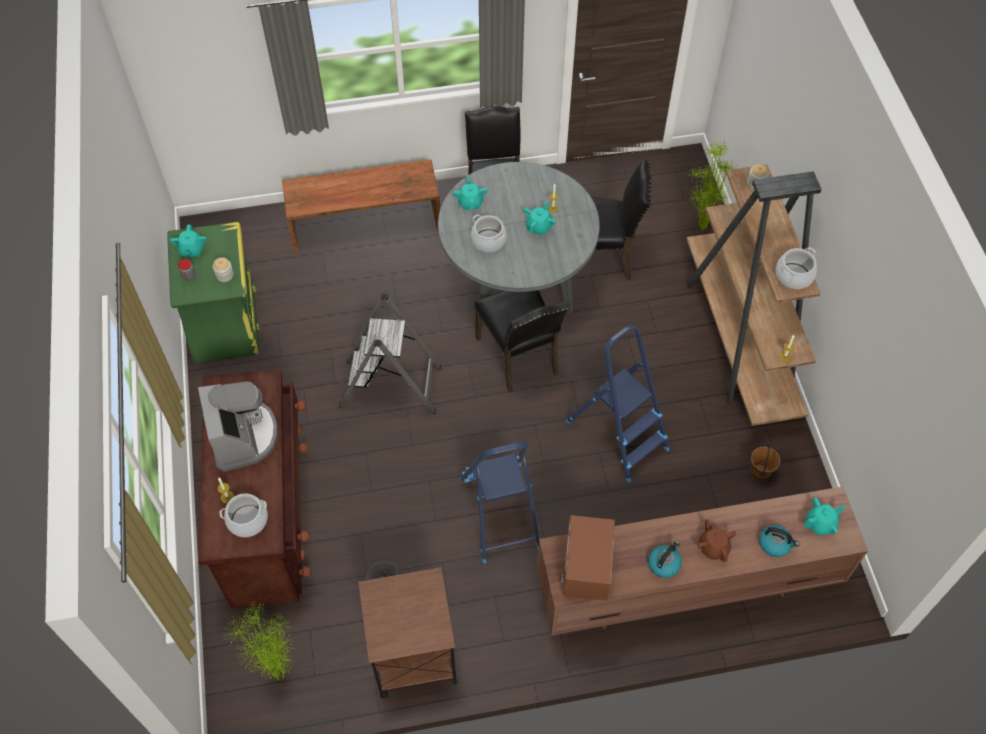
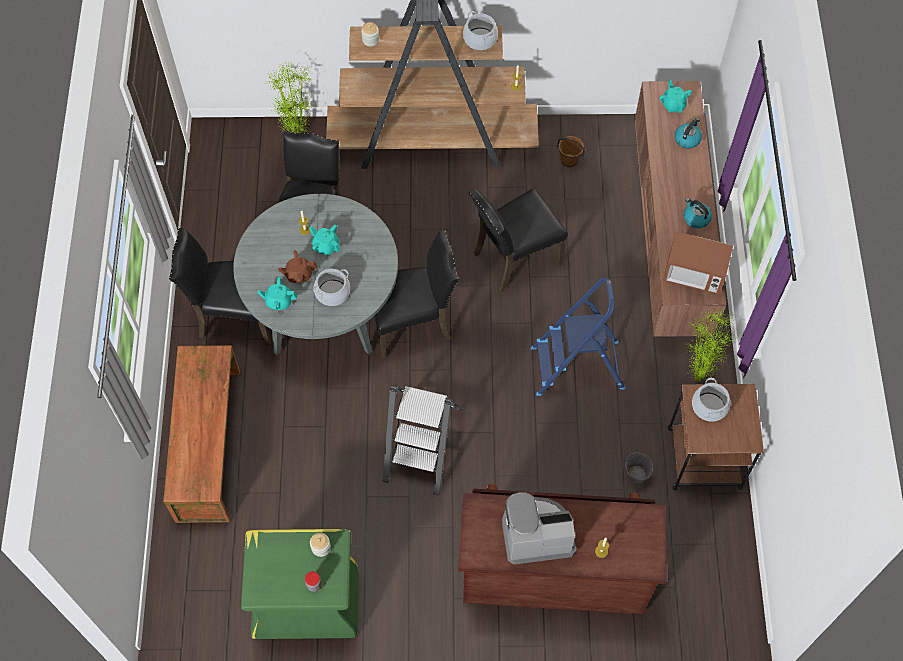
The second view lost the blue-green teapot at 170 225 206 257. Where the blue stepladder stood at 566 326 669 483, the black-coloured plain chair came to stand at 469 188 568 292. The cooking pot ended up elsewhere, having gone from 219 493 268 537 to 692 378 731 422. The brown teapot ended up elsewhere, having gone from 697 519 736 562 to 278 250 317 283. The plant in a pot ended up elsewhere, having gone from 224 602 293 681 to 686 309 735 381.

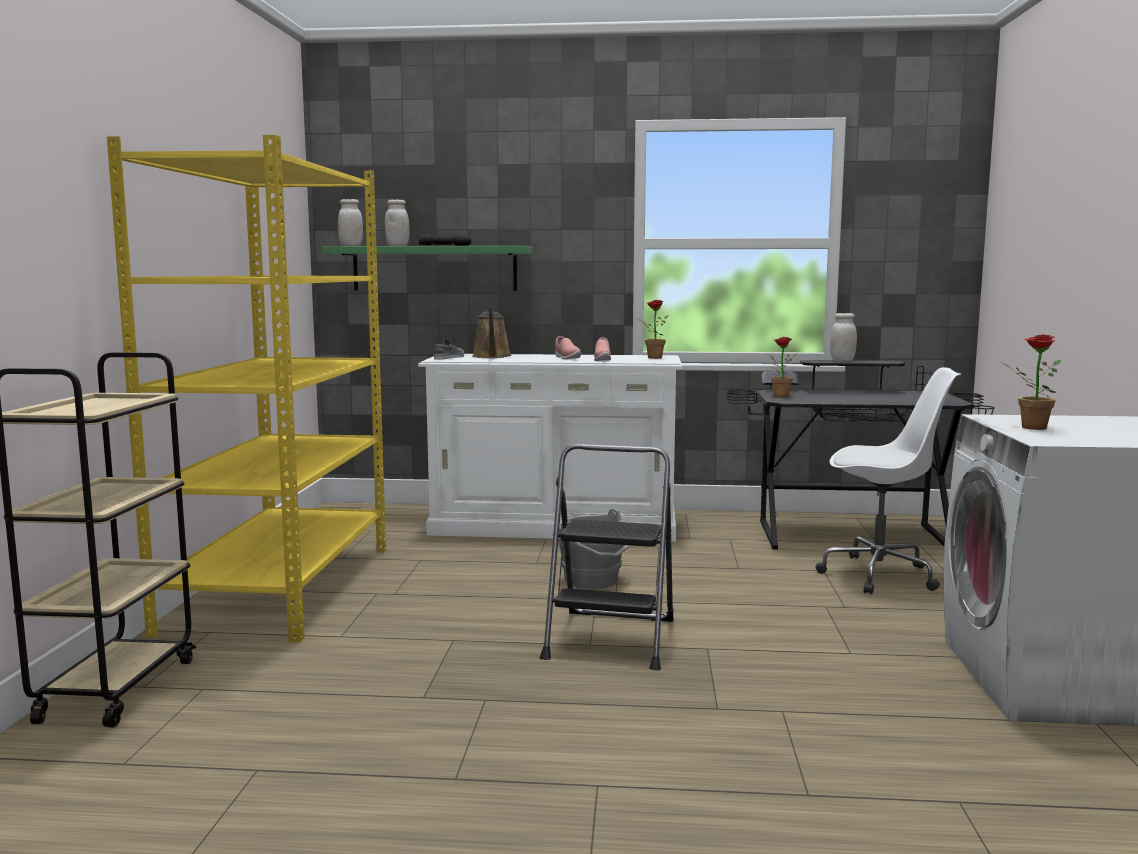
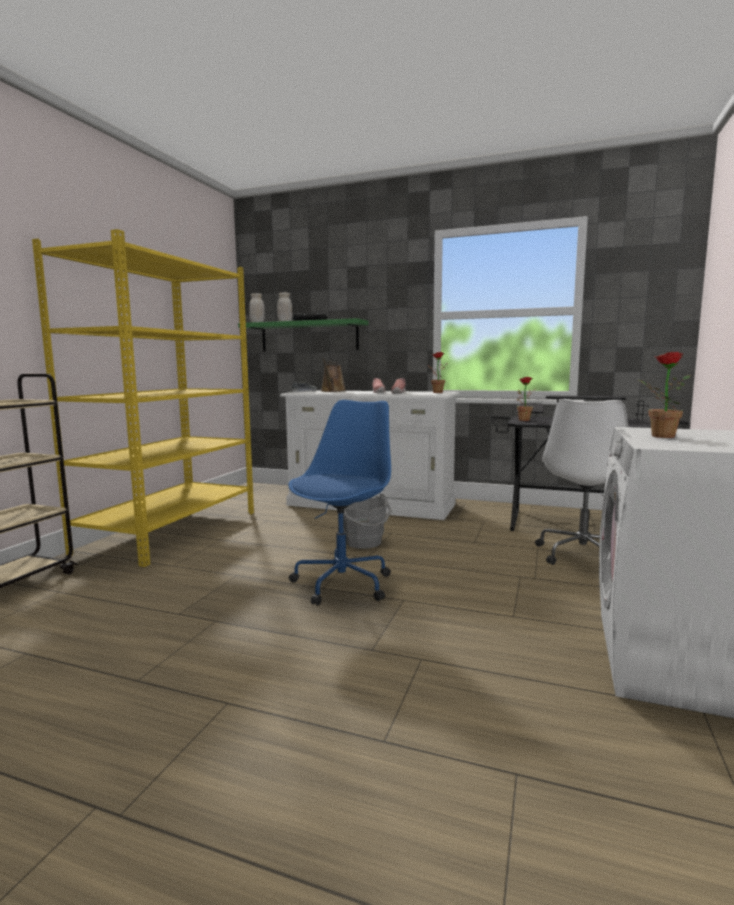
The second view lost the white jar at 830 313 857 361. The white office chair at 815 367 961 594 ended up facing another way, 90 degrees clockwise from before. Where the black-coloured stepladder stood at 540 444 674 670, the blue office chair came to stand at 289 400 391 605.

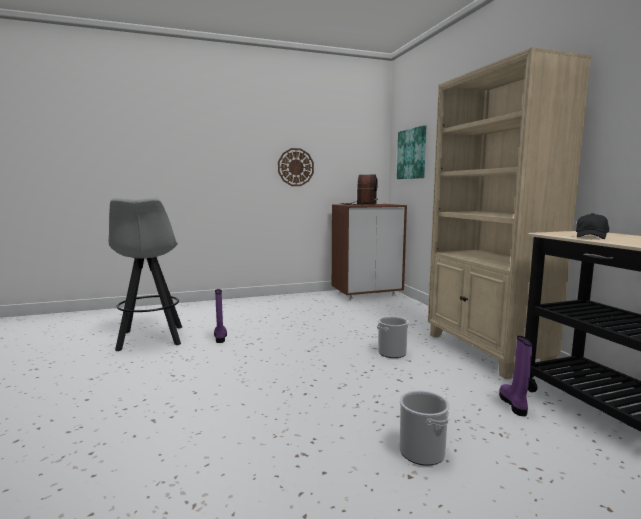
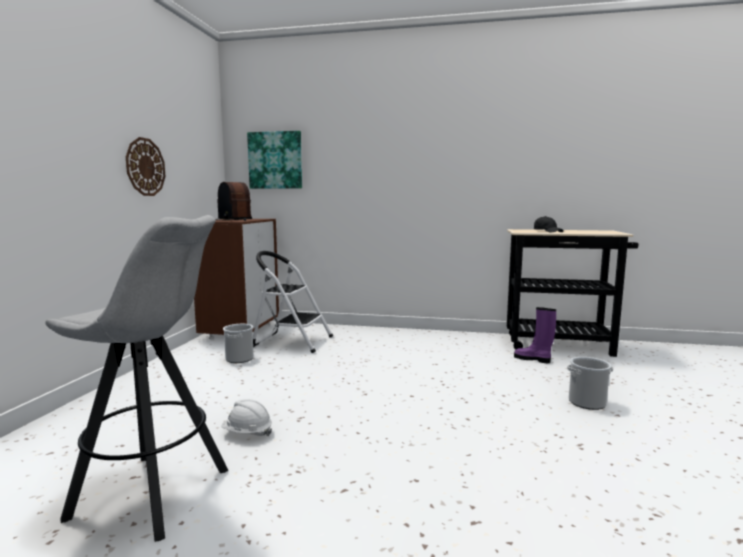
The second view lost the beige-coloured shelving unit at 428 47 592 379. Where the purplish tall boot stood at 214 289 227 343, the white safety helmet came to stand at 221 399 272 436. The bucket ended up elsewhere, having gone from 377 316 409 358 to 223 324 254 363. The second view gained the stepladder at 253 251 333 353.

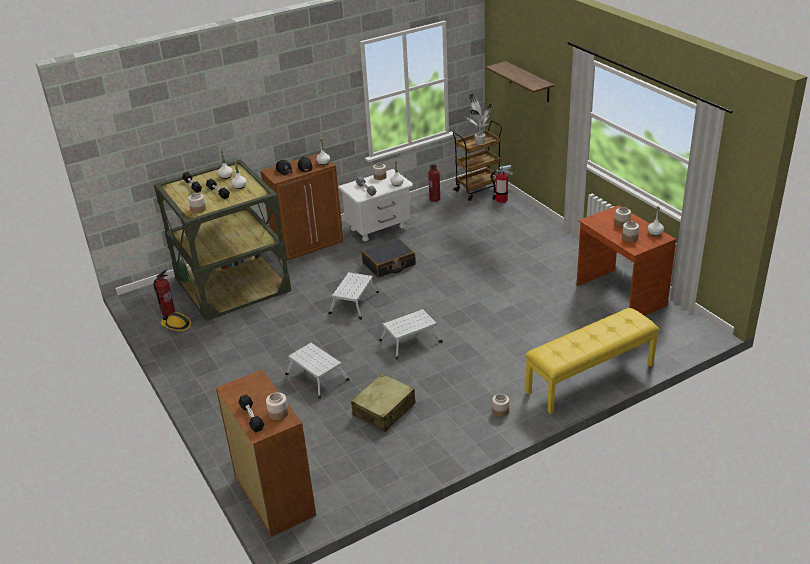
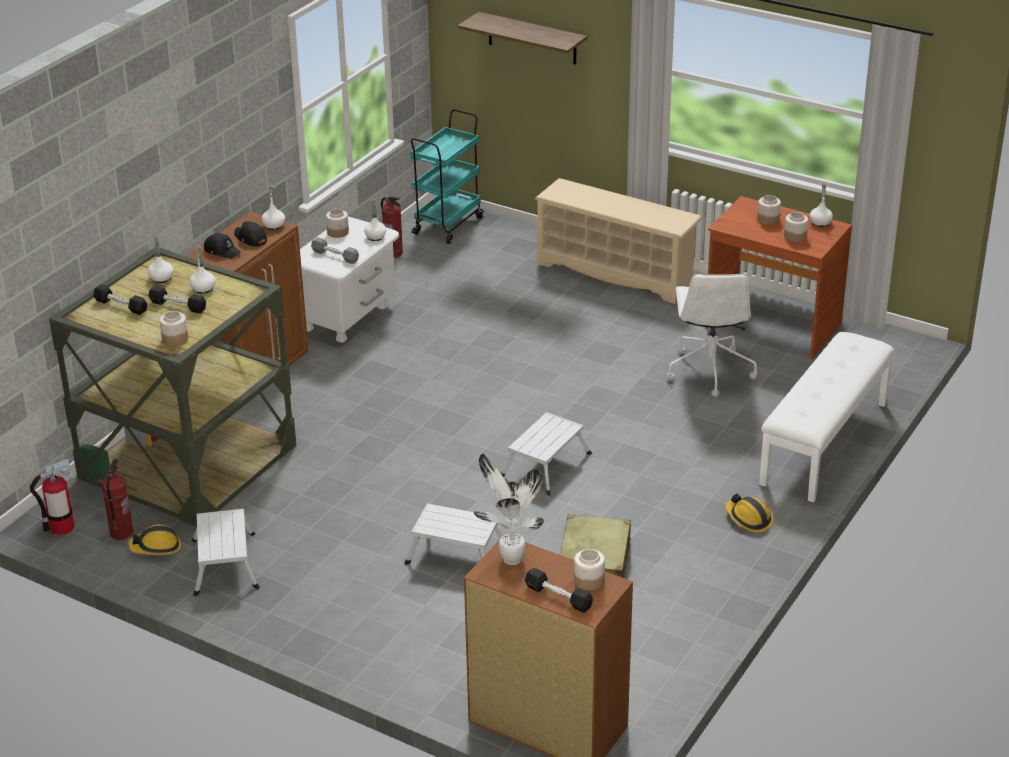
The plant in a pot ended up elsewhere, having gone from 464 93 492 145 to 473 453 544 565. What was the brown trolley at 453 121 502 201 turned into the blue-green trolley at 411 109 485 244. The fire extinguisher ended up elsewhere, having gone from 490 165 513 203 to 30 458 76 535. The second view lost the black-coloured suitcase at 361 238 416 278. The white stepladder ended up elsewhere, having gone from 328 272 379 320 to 192 509 260 597. What was the yellow indoor bench at 525 308 659 414 turned into the white indoor bench at 759 332 895 503. Where the jar stood at 492 394 509 417, the safety helmet came to stand at 725 494 773 532. The second view gained the beige-coloured shoe rack at 535 178 703 304. The second view gained the white office chair at 667 274 758 397.

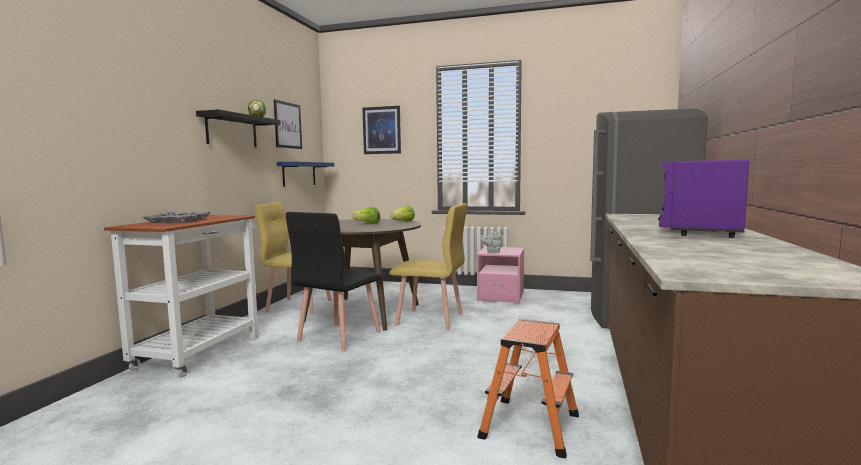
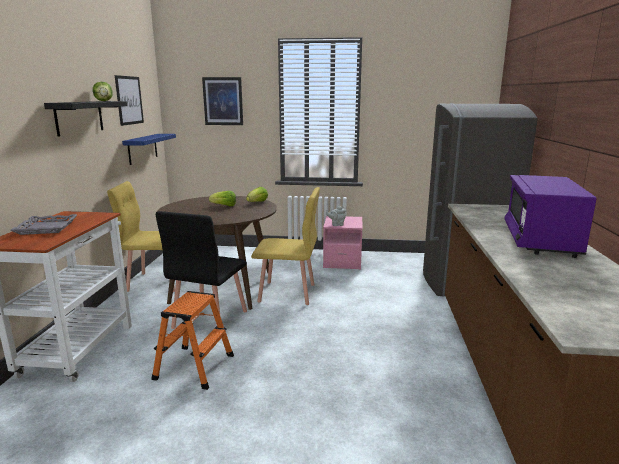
The orange-coloured stepladder ended up elsewhere, having gone from 477 319 579 458 to 151 291 234 390.

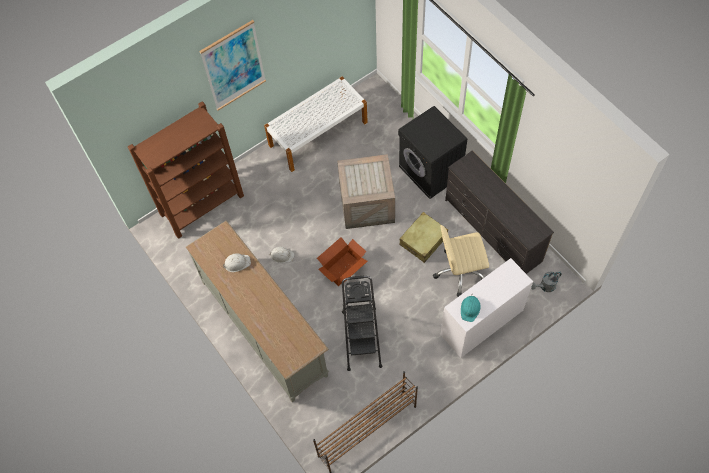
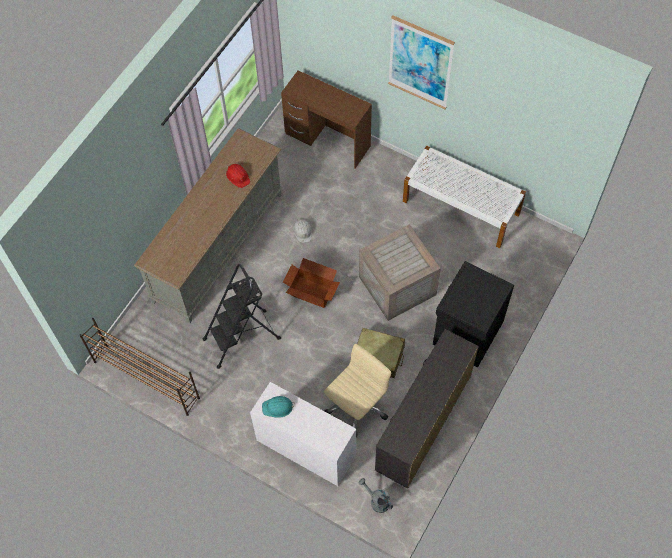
Where the brown shelving unit stood at 128 101 244 239, the brown desk unit came to stand at 281 70 372 168. The beige-coloured office chair at 433 225 489 297 ended up facing another way, 75 degrees clockwise from before. What was the white safety helmet at 223 253 251 272 turned into the red safety helmet at 226 164 250 188.

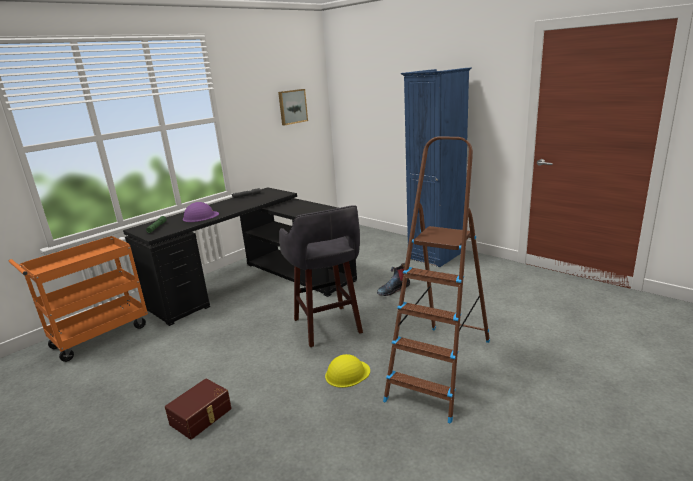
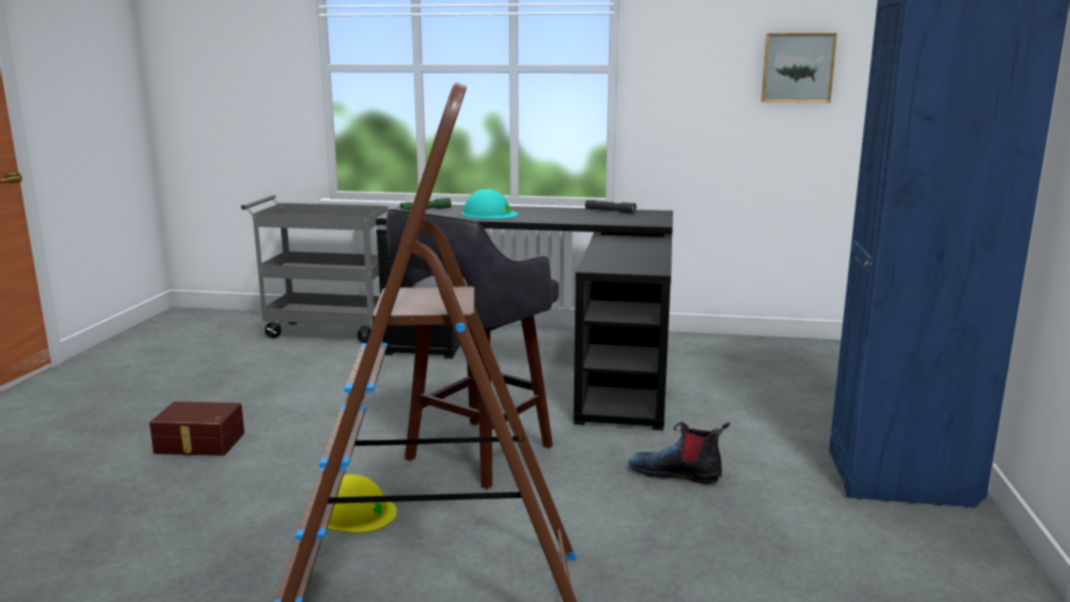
What was the purplish safety helmet at 183 202 219 222 turned into the blue-green safety helmet at 461 189 518 219. What was the orange-coloured trolley at 9 236 148 362 turned into the greyish trolley at 241 194 388 343.

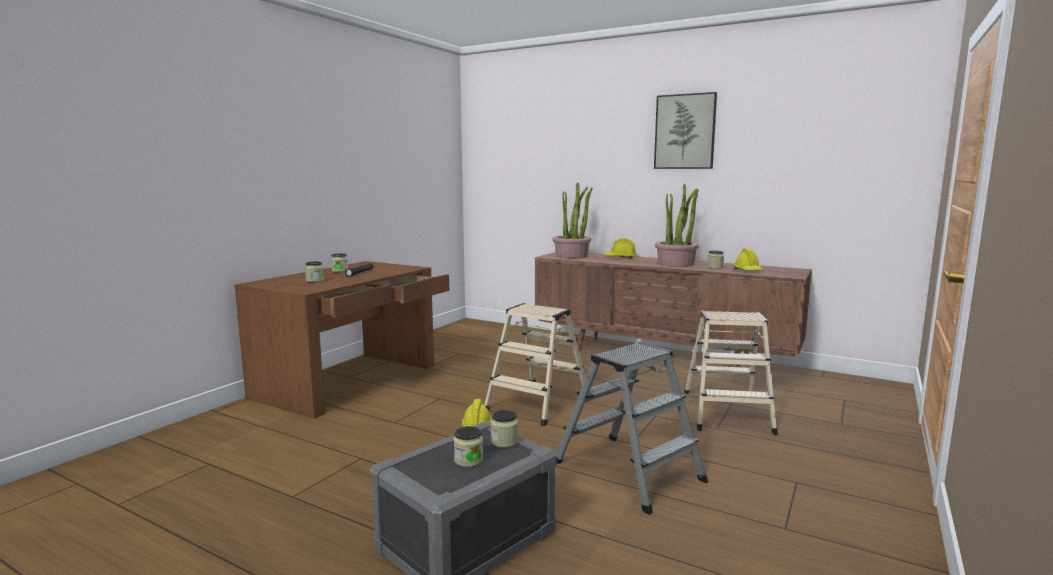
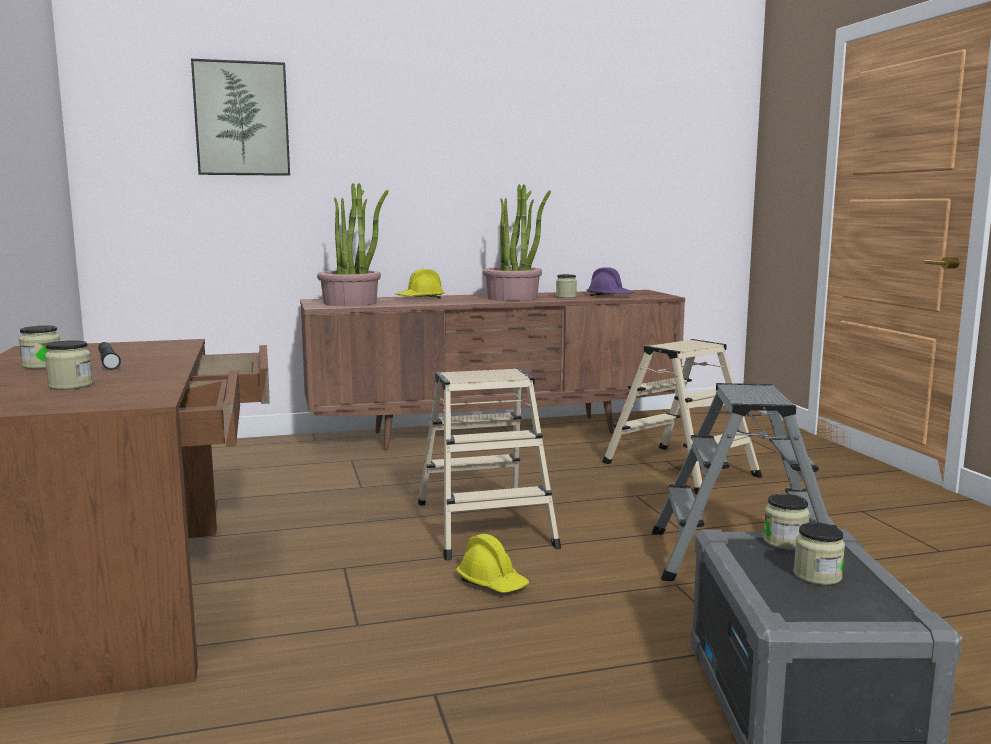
The wall art ended up elsewhere, having gone from 654 92 717 169 to 191 59 290 176. What was the yellow safety helmet at 733 248 763 271 turned into the purplish safety helmet at 586 267 634 296.

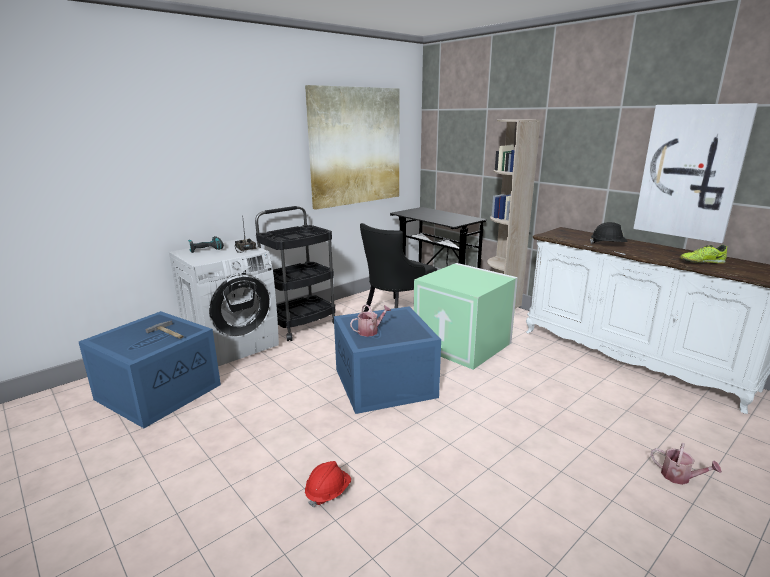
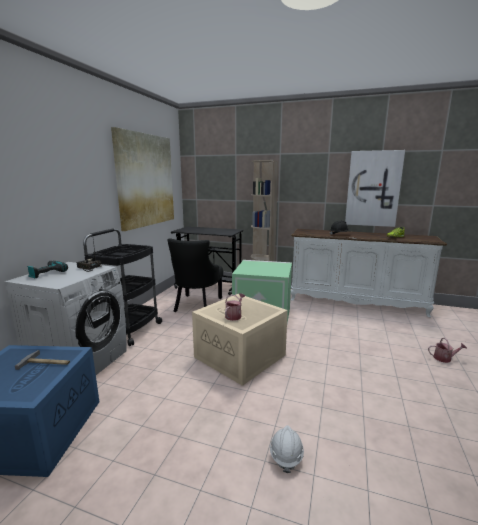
What was the blue storage container at 334 306 441 414 turned into the beige-coloured storage container at 192 294 288 386. What was the red safety helmet at 305 461 351 507 turned into the white safety helmet at 270 425 304 473.

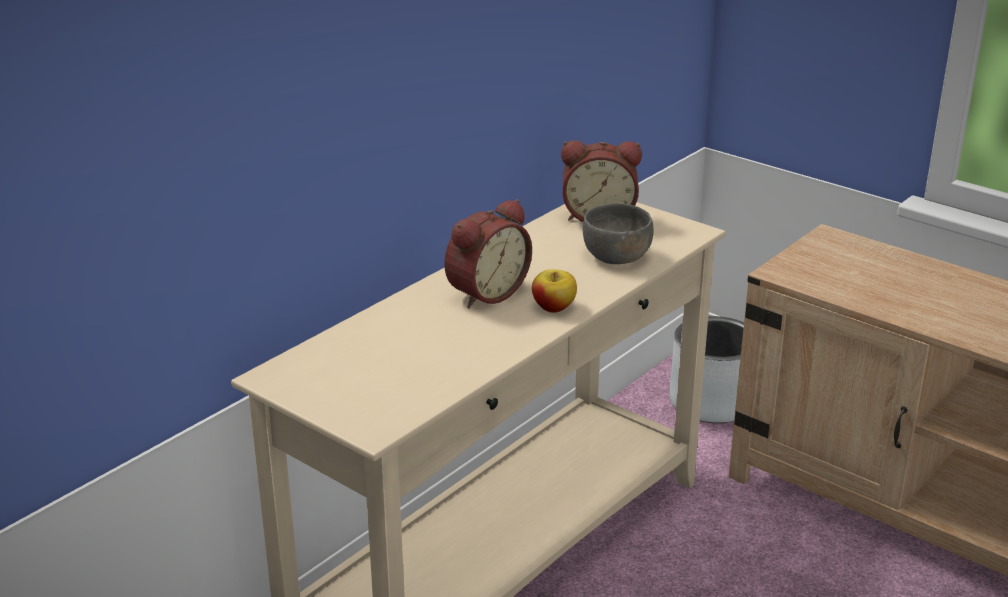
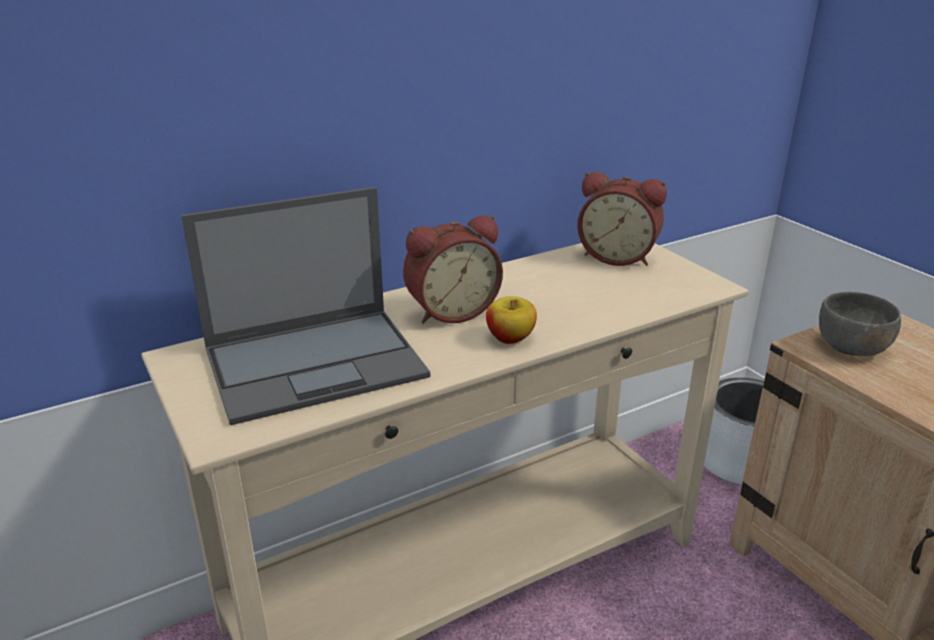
The greyish serving bowl ended up elsewhere, having gone from 583 204 654 264 to 819 292 901 356. The second view gained the portable computer at 181 187 430 425.

